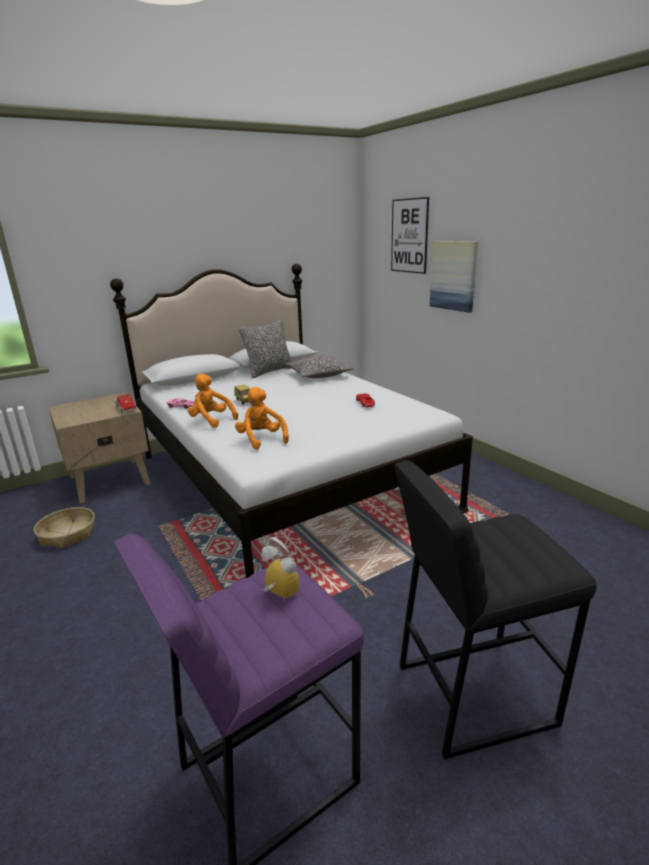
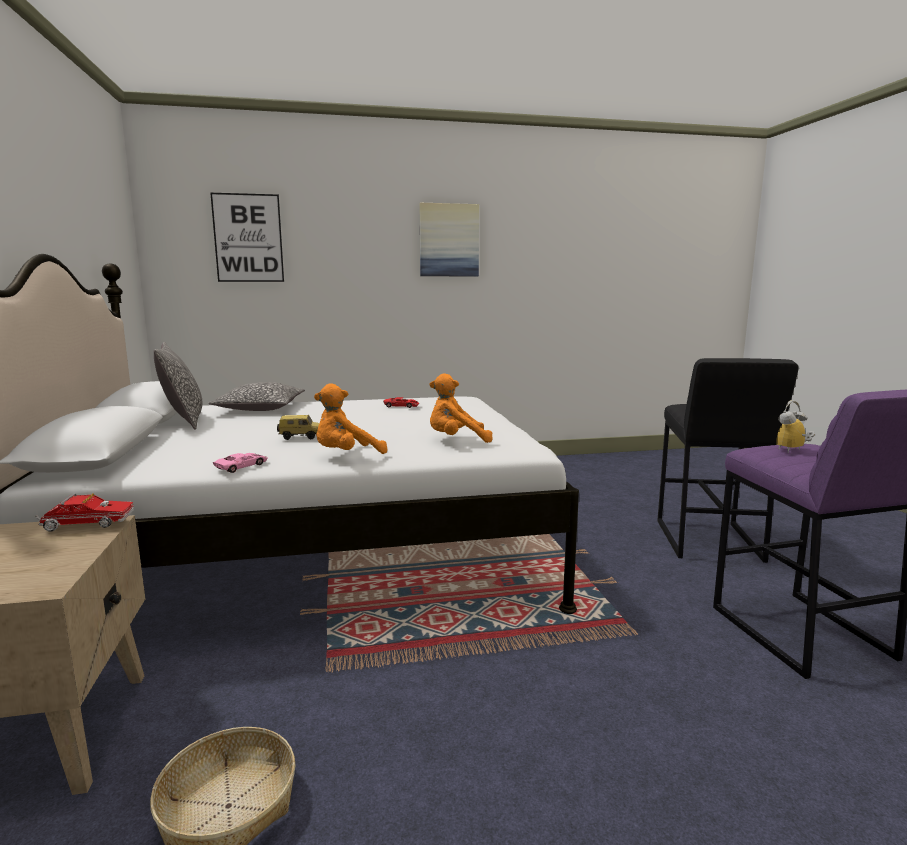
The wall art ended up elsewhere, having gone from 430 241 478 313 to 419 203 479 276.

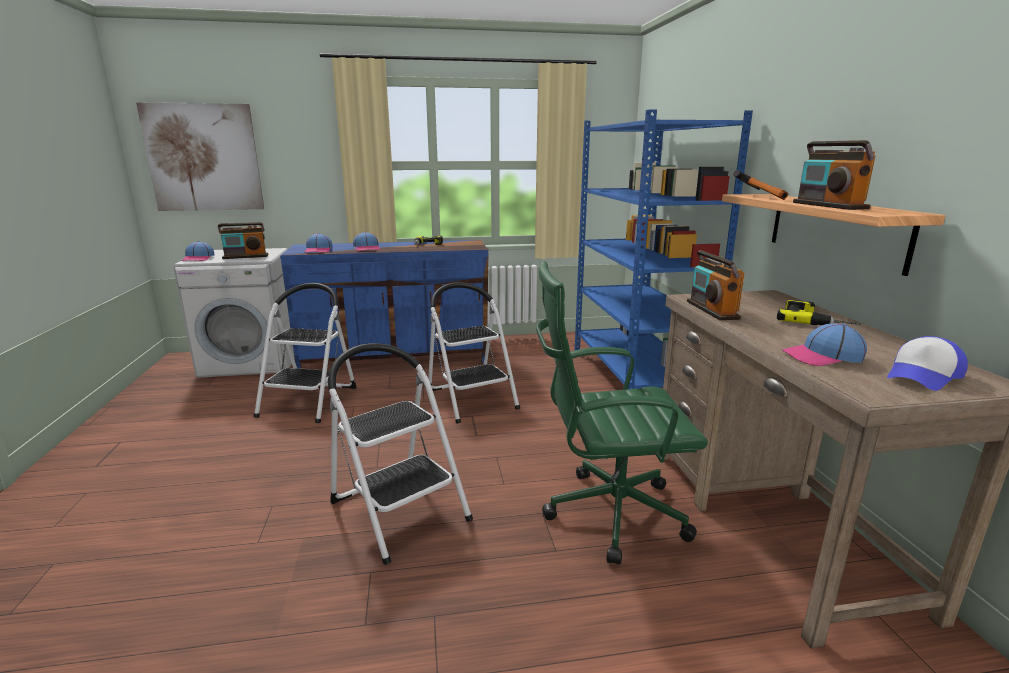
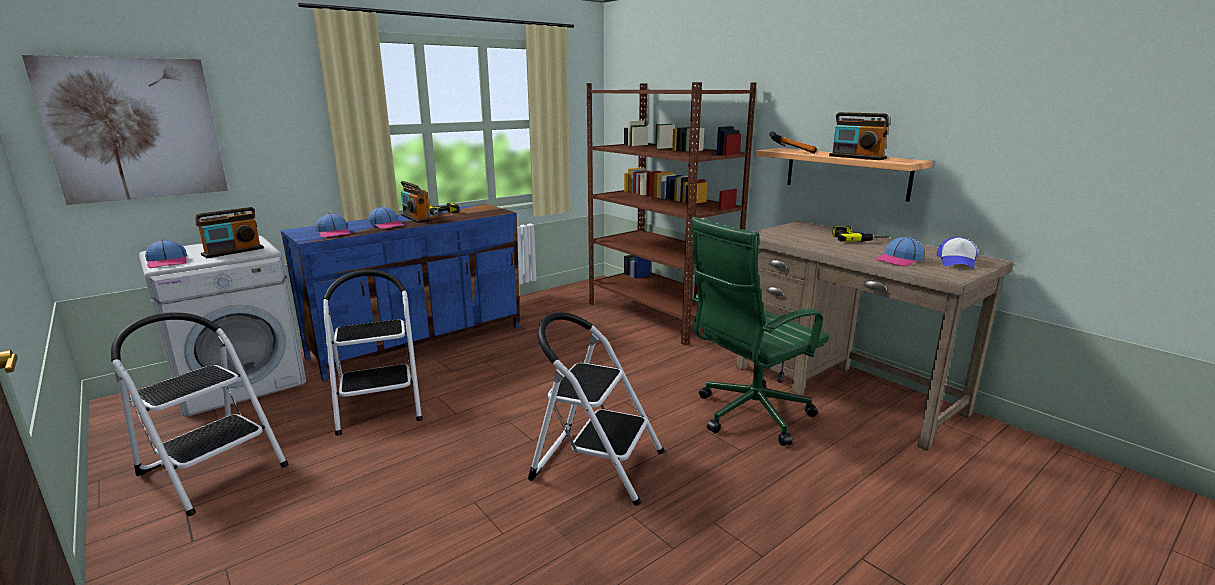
What was the blue shelving unit at 575 109 753 389 turned into the brown shelving unit at 587 82 756 346. The radio set ended up elsewhere, having gone from 687 250 745 320 to 401 181 431 223. The stepladder ended up elsewhere, having gone from 428 282 520 423 to 111 312 288 516.

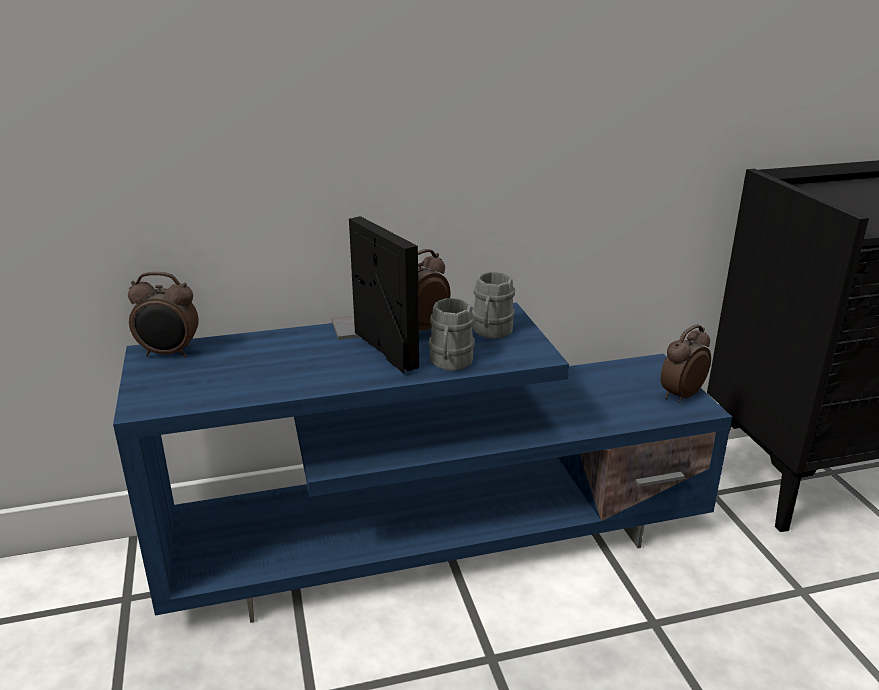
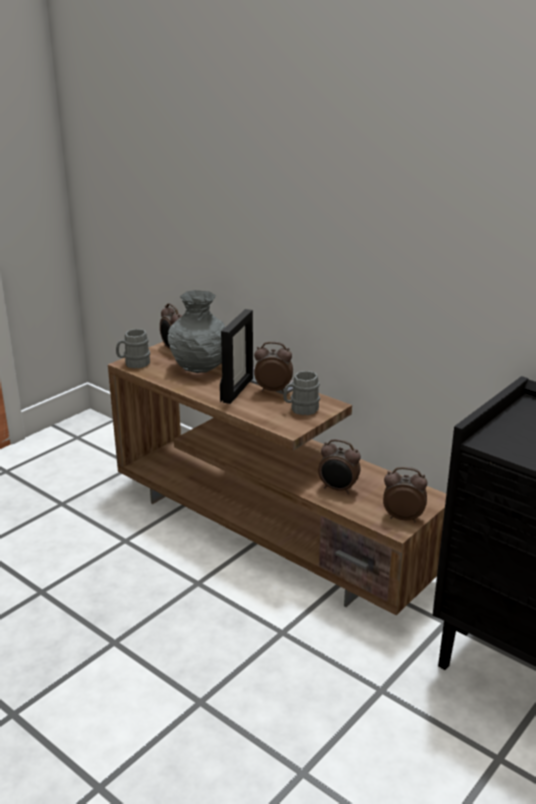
The greyish coffee mug ended up elsewhere, having gone from 428 298 475 371 to 116 329 150 368. What was the blue tv unit at 113 303 732 623 turned into the brown tv unit at 108 342 446 615. The second view gained the greyish flower vase at 168 290 225 373. The second view gained the bedside clock at 318 439 361 494.

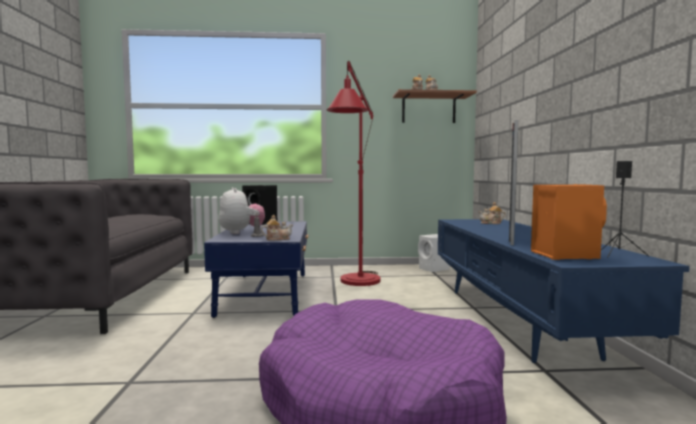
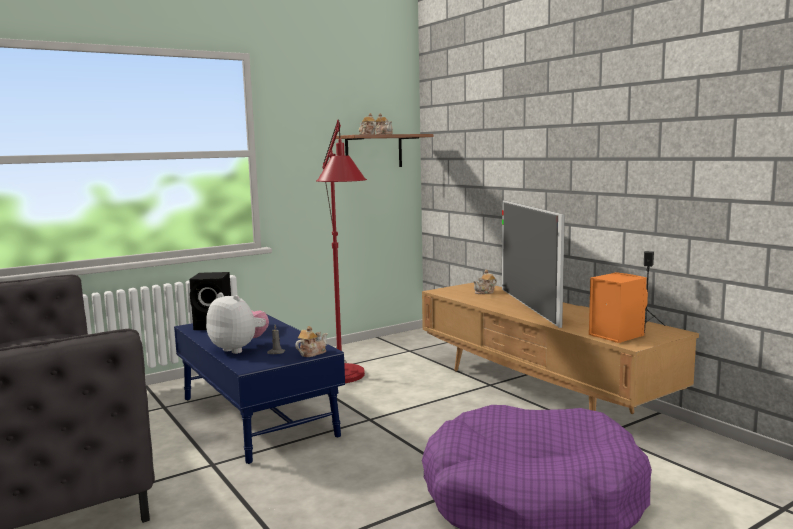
What was the blue tv unit at 438 219 690 363 turned into the beige-coloured tv unit at 422 282 699 414. The second view lost the white audio speaker at 418 234 450 272.

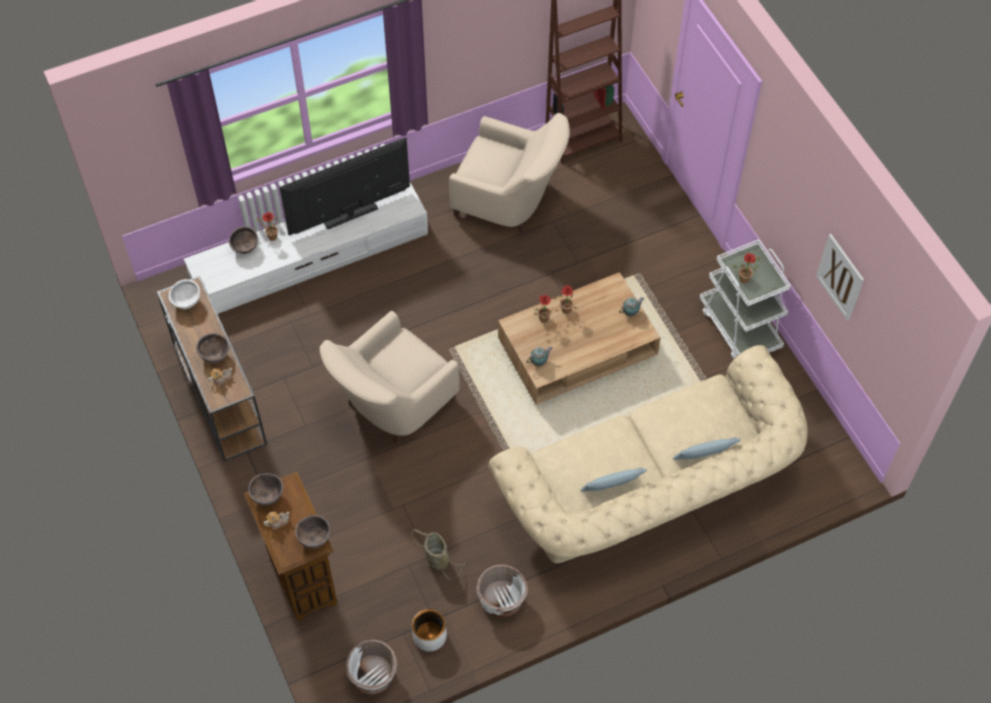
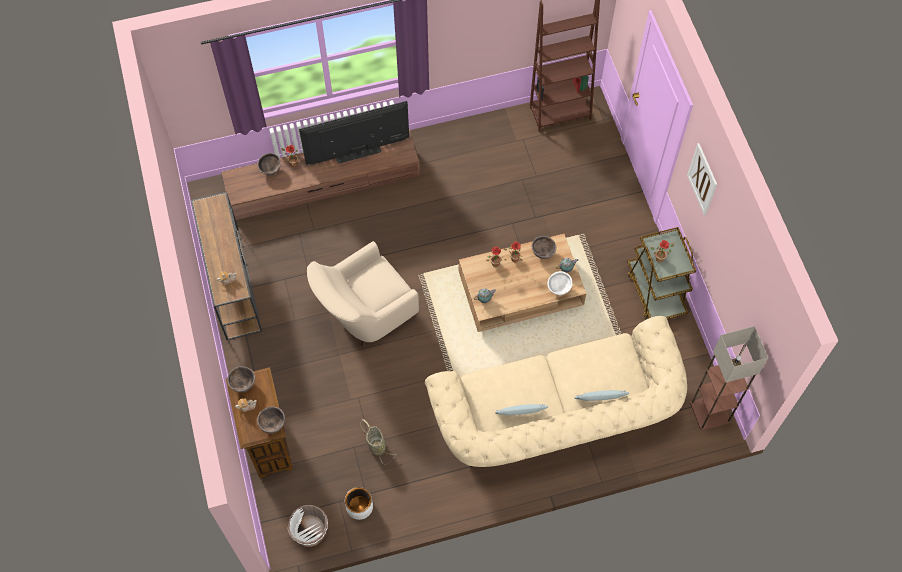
The second view lost the beige-coloured lounge chair at 449 113 570 233. What was the white tv unit at 184 183 428 314 turned into the brown tv unit at 221 129 420 220. The wall art ended up elsewhere, having gone from 816 234 864 321 to 687 143 717 215. What was the white trolley at 699 239 791 360 turned into the brown trolley at 627 227 696 320. The white serving bowl ended up elsewhere, having gone from 169 279 200 309 to 547 271 572 295. The brown serving bowl ended up elsewhere, having gone from 196 333 229 363 to 532 236 556 259. The second view lost the white flower pot at 477 564 528 617. The second view gained the standard lamp at 690 326 768 431.

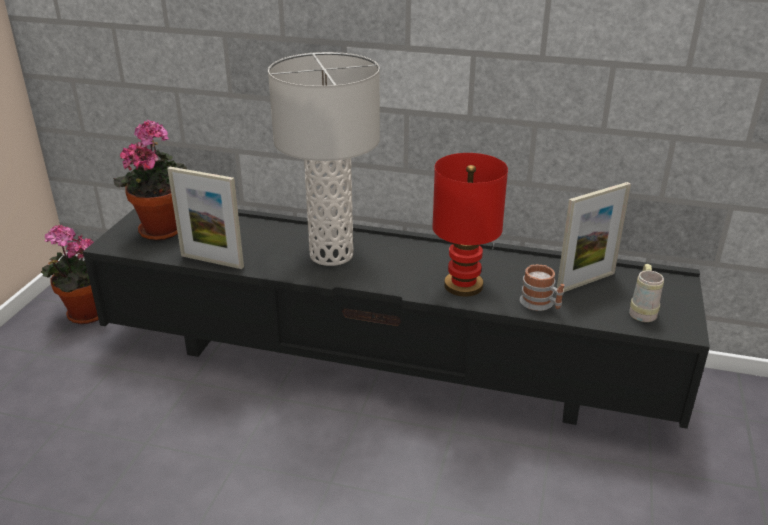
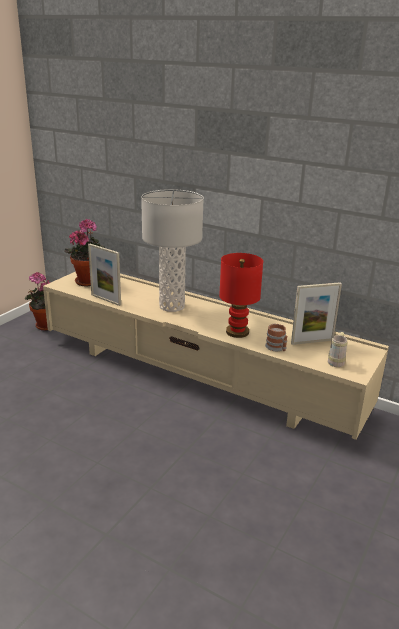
What was the black-coloured tv unit at 83 208 710 429 turned into the beige-coloured tv unit at 43 271 389 440.

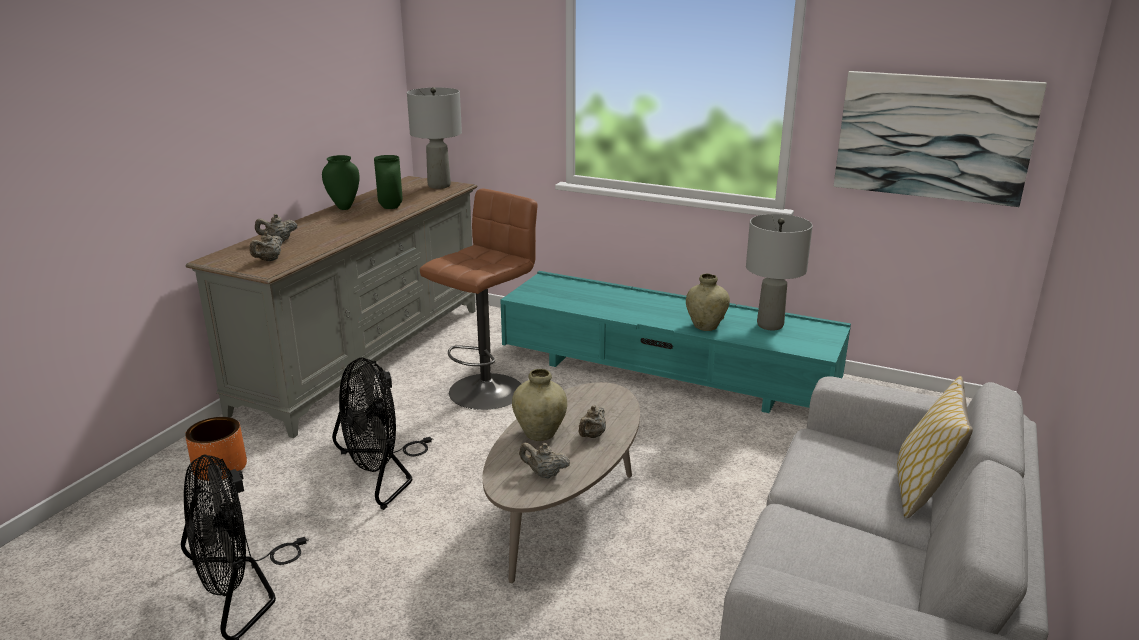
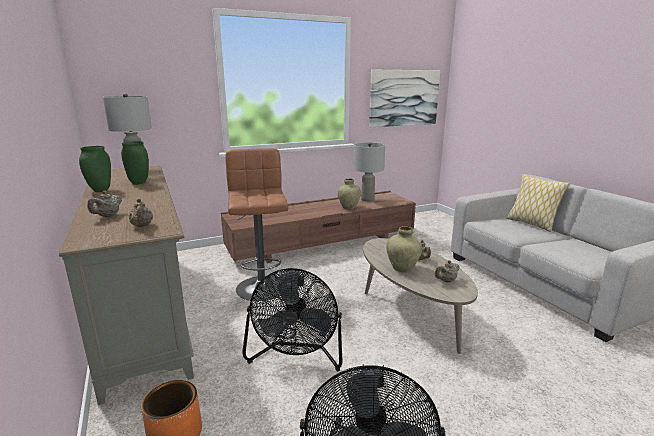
What was the blue-green tv unit at 500 271 851 413 turned into the brown tv unit at 221 191 416 263.

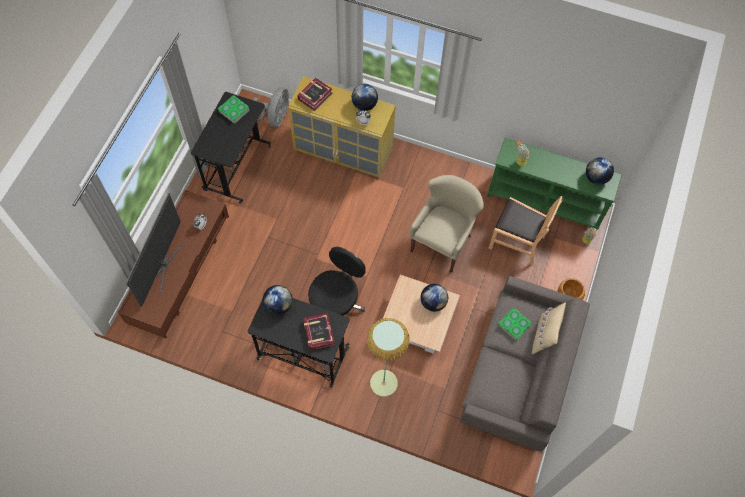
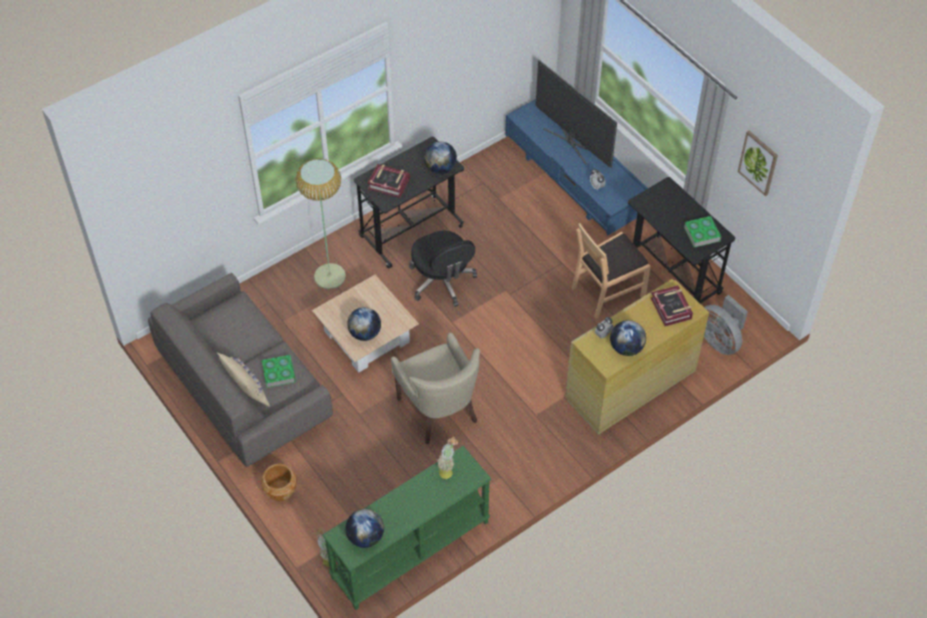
What was the brown tv unit at 118 190 229 338 turned into the blue tv unit at 505 99 648 235. The brown plain chair ended up elsewhere, having gone from 489 196 562 265 to 572 223 651 319. The second view gained the wall art at 738 131 778 196.

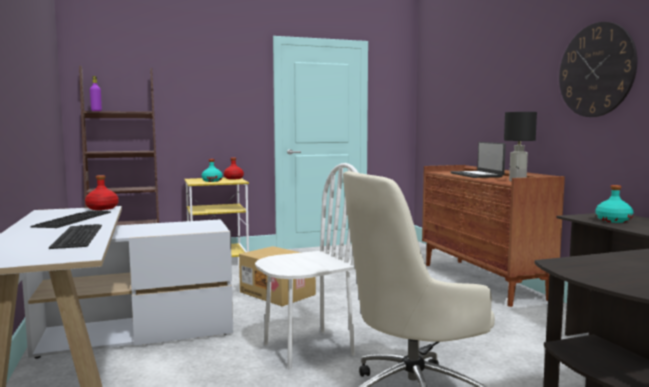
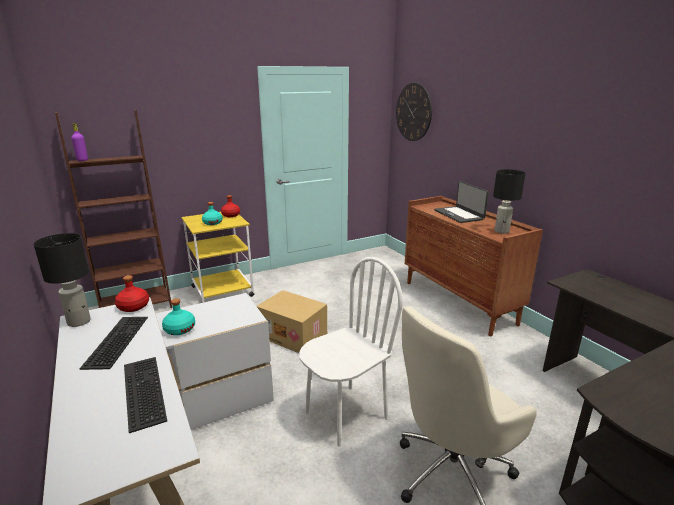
The wall clock ended up elsewhere, having gone from 559 22 637 117 to 396 83 432 141. The blue-green drink bottle ended up elsewhere, having gone from 596 185 634 223 to 162 298 195 335. The second view gained the black-coloured lamp for a table at 34 233 91 327.

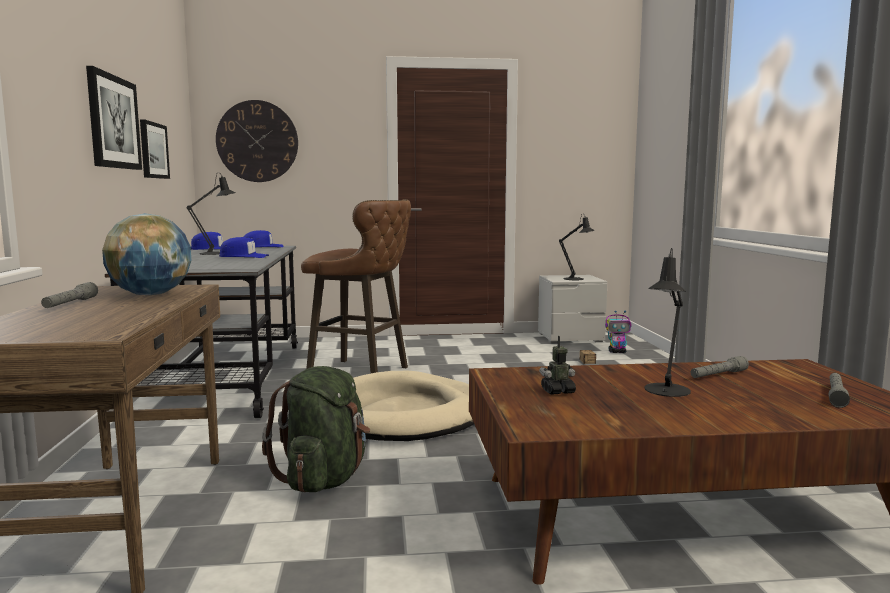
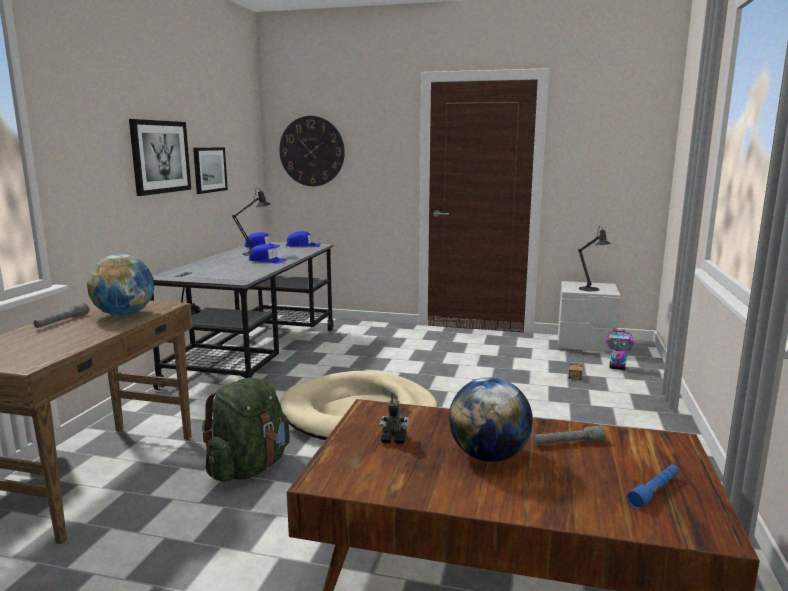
The second view lost the brown stool at 301 199 411 373. Where the black-coloured lamp for a table stood at 644 248 691 397, the desk globe came to stand at 449 377 533 462. What was the greyish hand torch at 829 373 850 408 turned into the blue hand torch at 627 465 679 509.

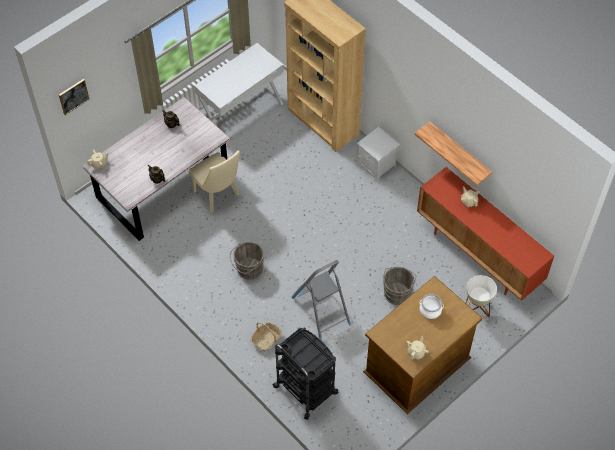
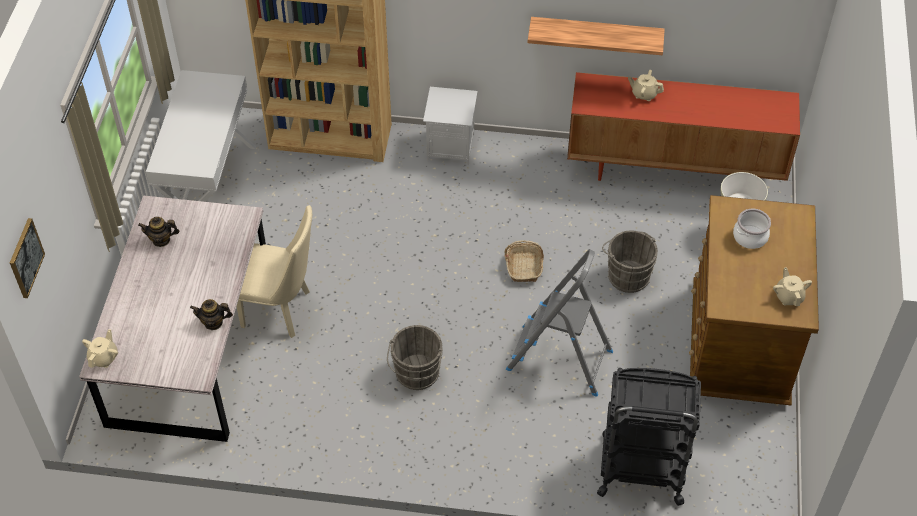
The basket ended up elsewhere, having gone from 251 322 282 352 to 504 240 544 282.

